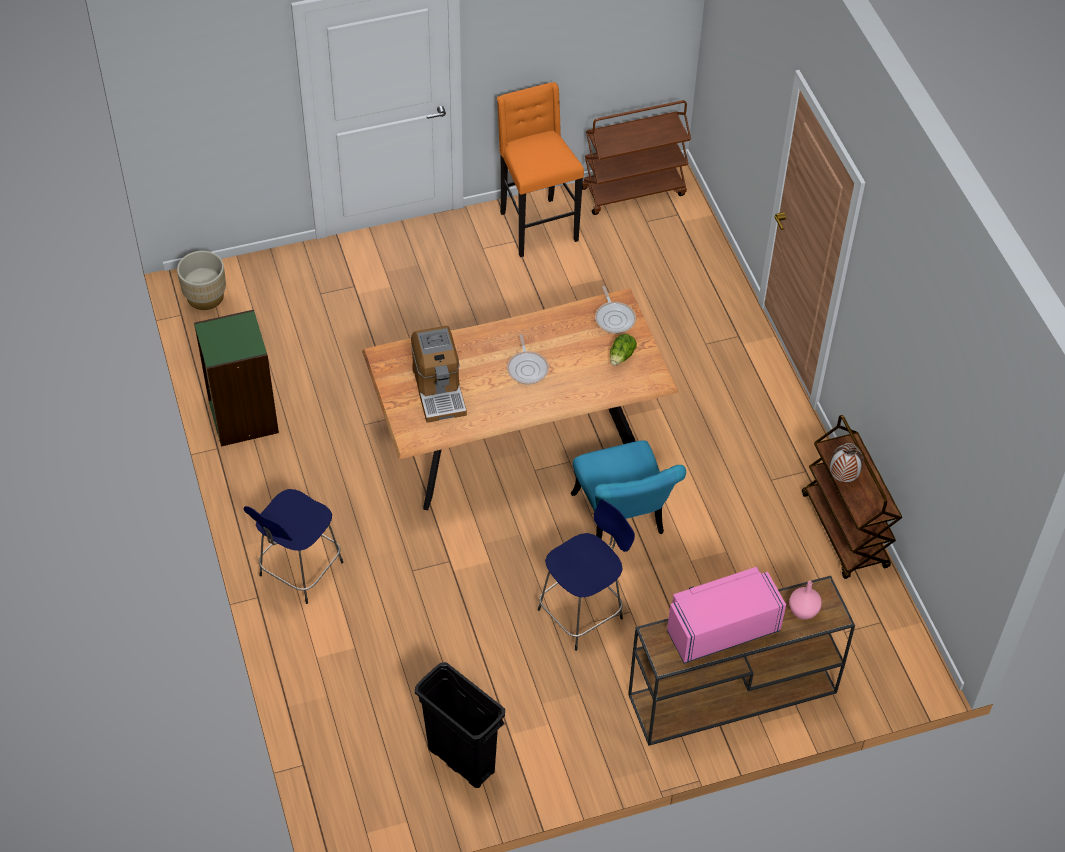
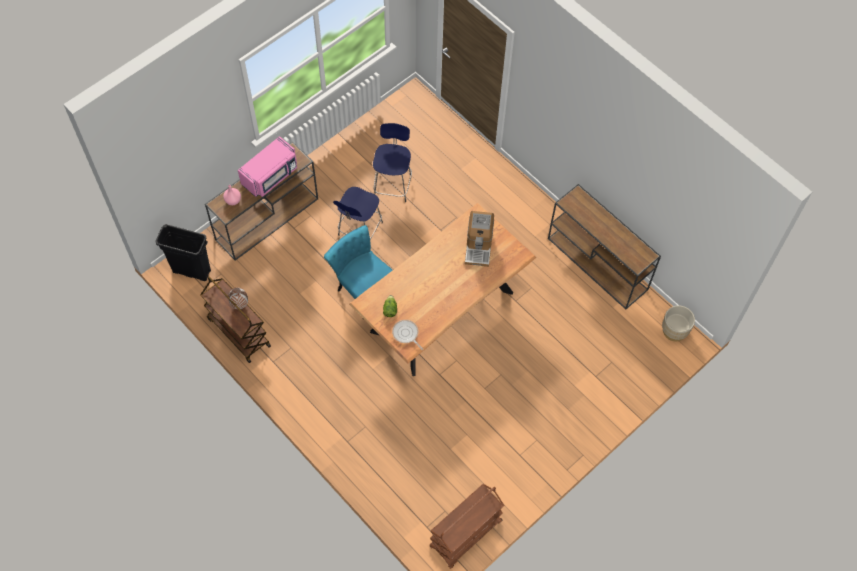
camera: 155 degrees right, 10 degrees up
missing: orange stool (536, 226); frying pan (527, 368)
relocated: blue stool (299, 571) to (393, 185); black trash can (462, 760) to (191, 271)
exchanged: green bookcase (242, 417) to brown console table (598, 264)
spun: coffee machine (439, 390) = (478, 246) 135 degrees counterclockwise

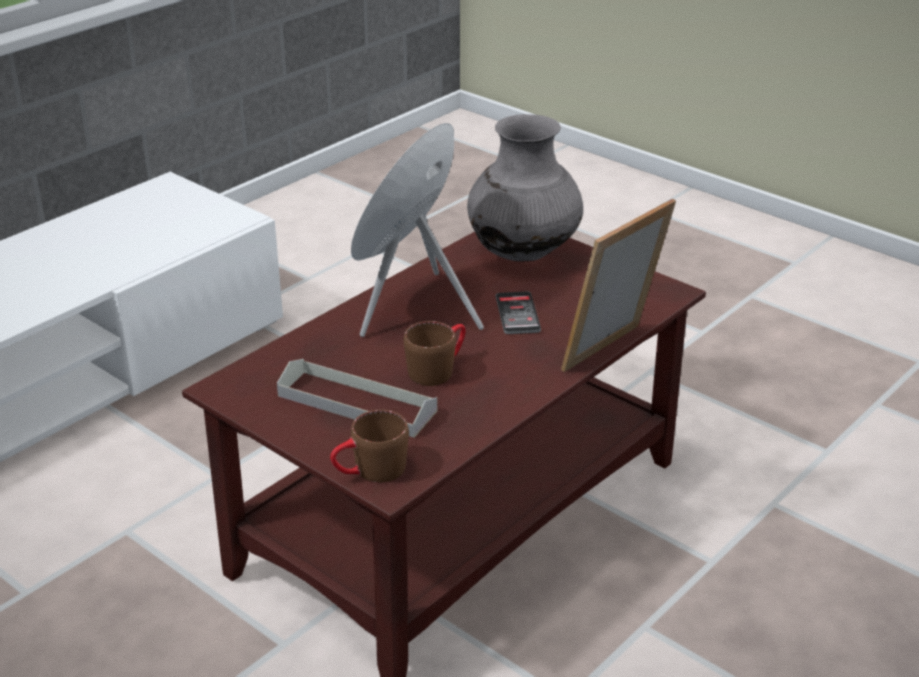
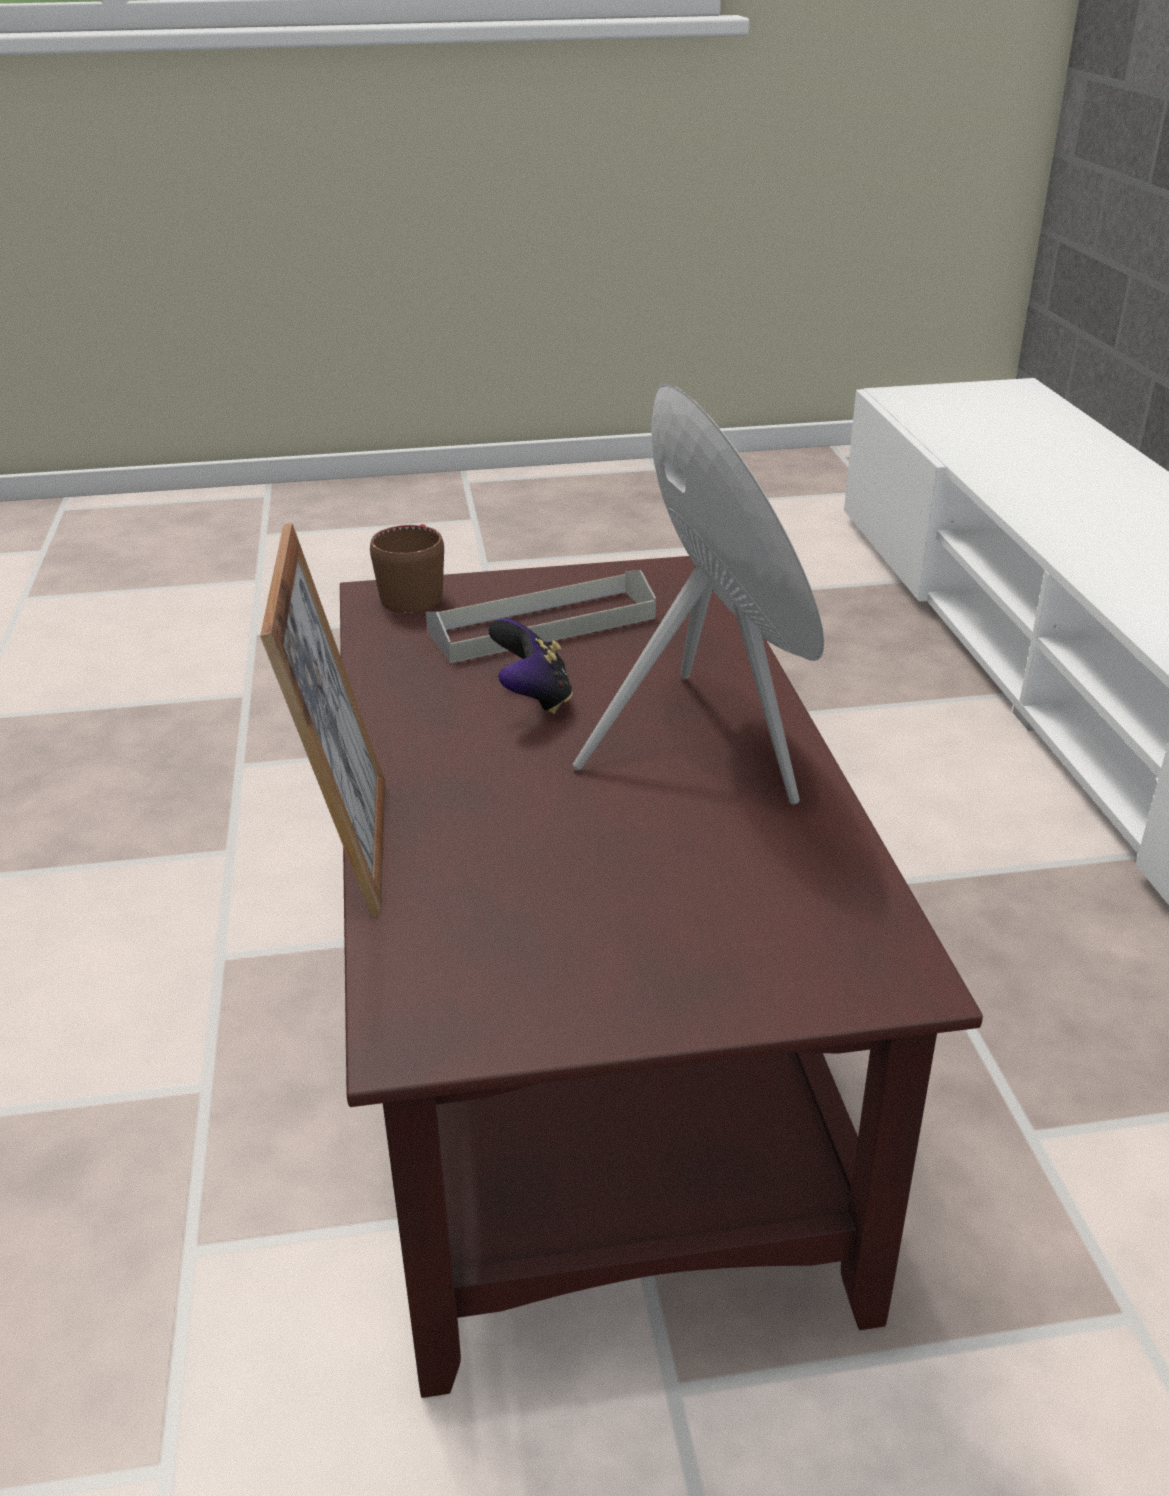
camera: 130 degrees right, 0 degrees up
missing: grey vase (523, 253); phone (517, 314)
exchanged: brown mug (438, 369) to game controller (532, 698)

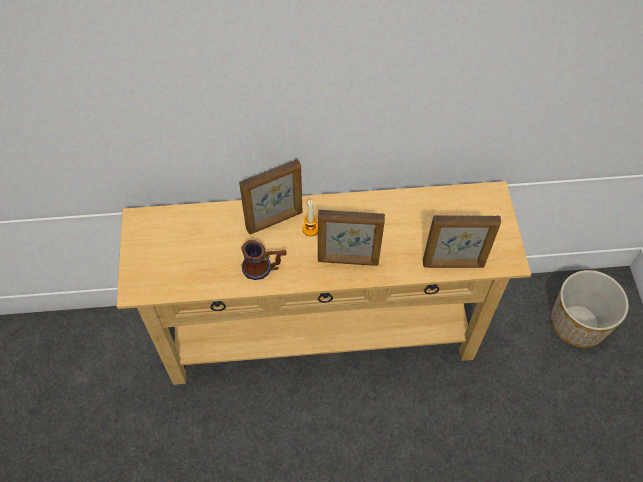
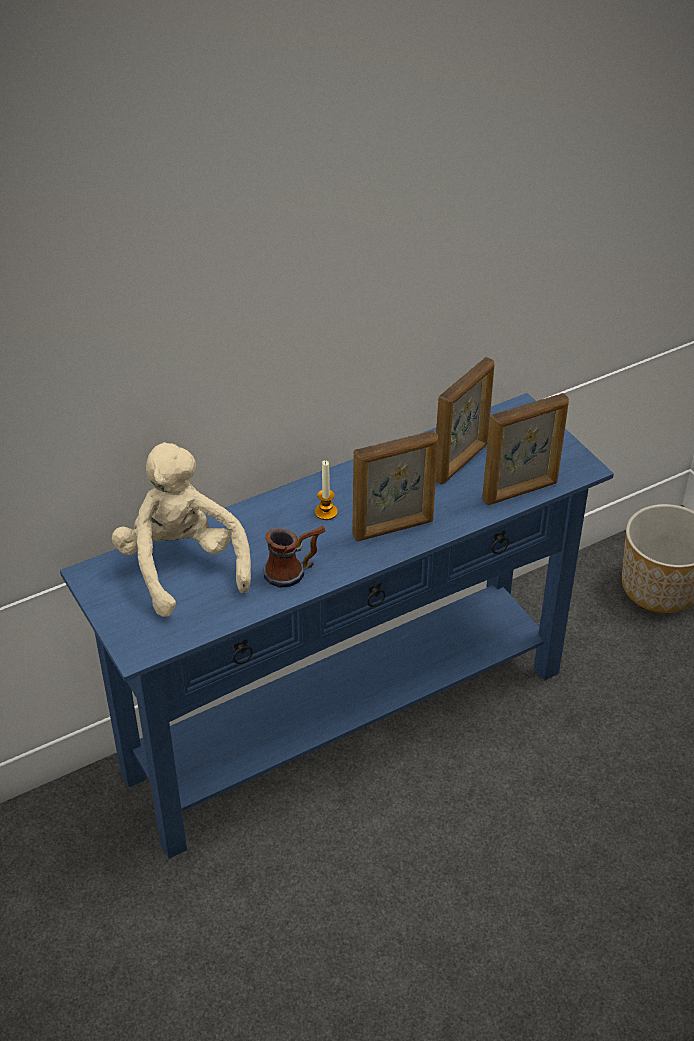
camera: 25 degrees left, 15 degrees down
appeared: beige plush toy (182, 566)
relocated: picture frame (275, 221) to (461, 462)
colour: beige console table (321, 336) to blue console table (346, 720)

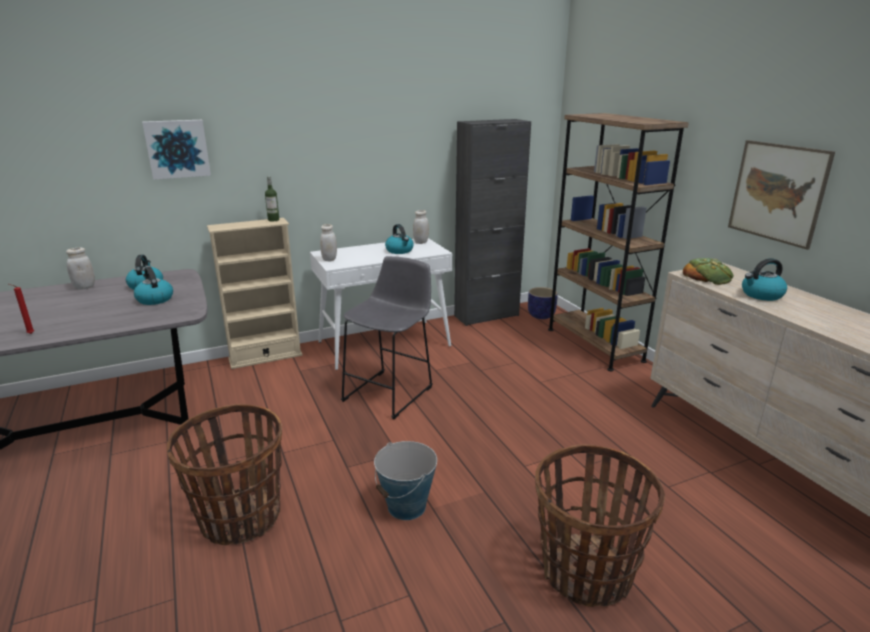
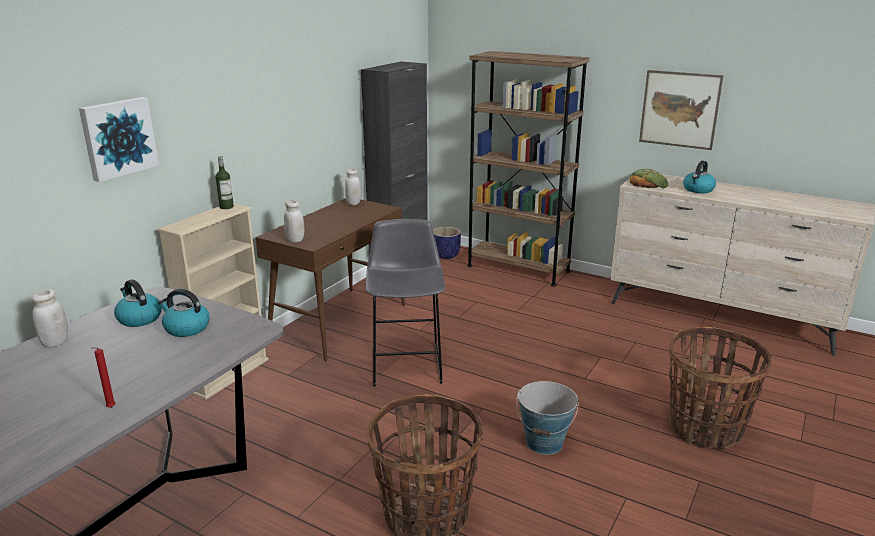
camera: 35 degrees left, 0 degrees up
missing: kettle (400, 251)
colour: white console table (385, 344) to brown console table (339, 322)

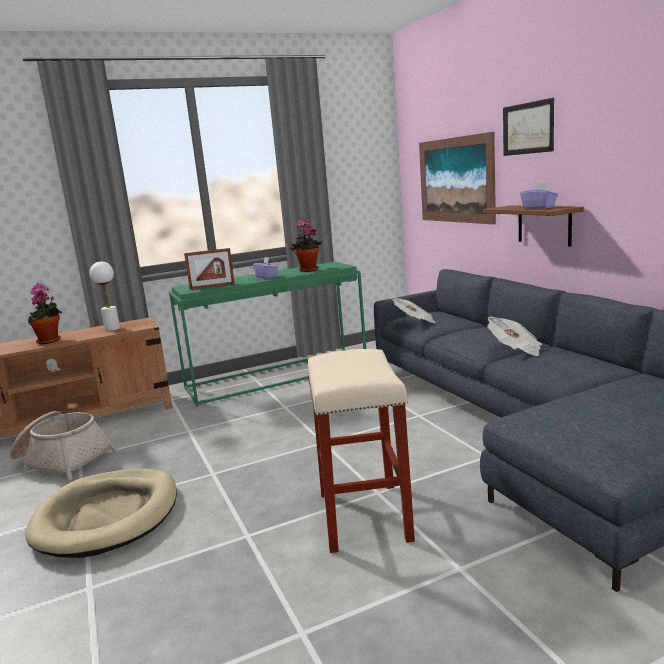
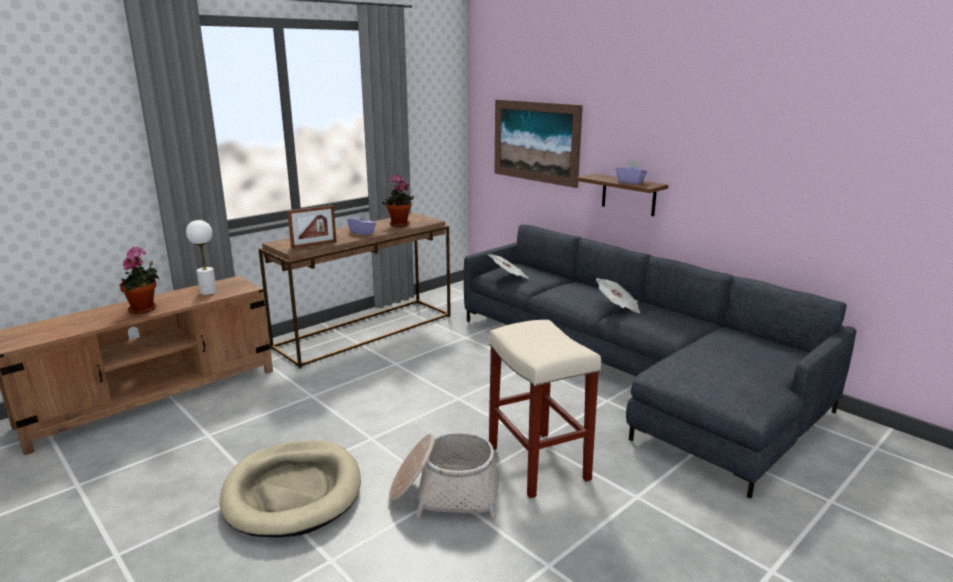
camera: 20 degrees left, 5 degrees up
missing: picture (528, 128)
relocated: basket (62, 460) to (445, 493)
colour: green console table (278, 376) to brown console table (366, 331)

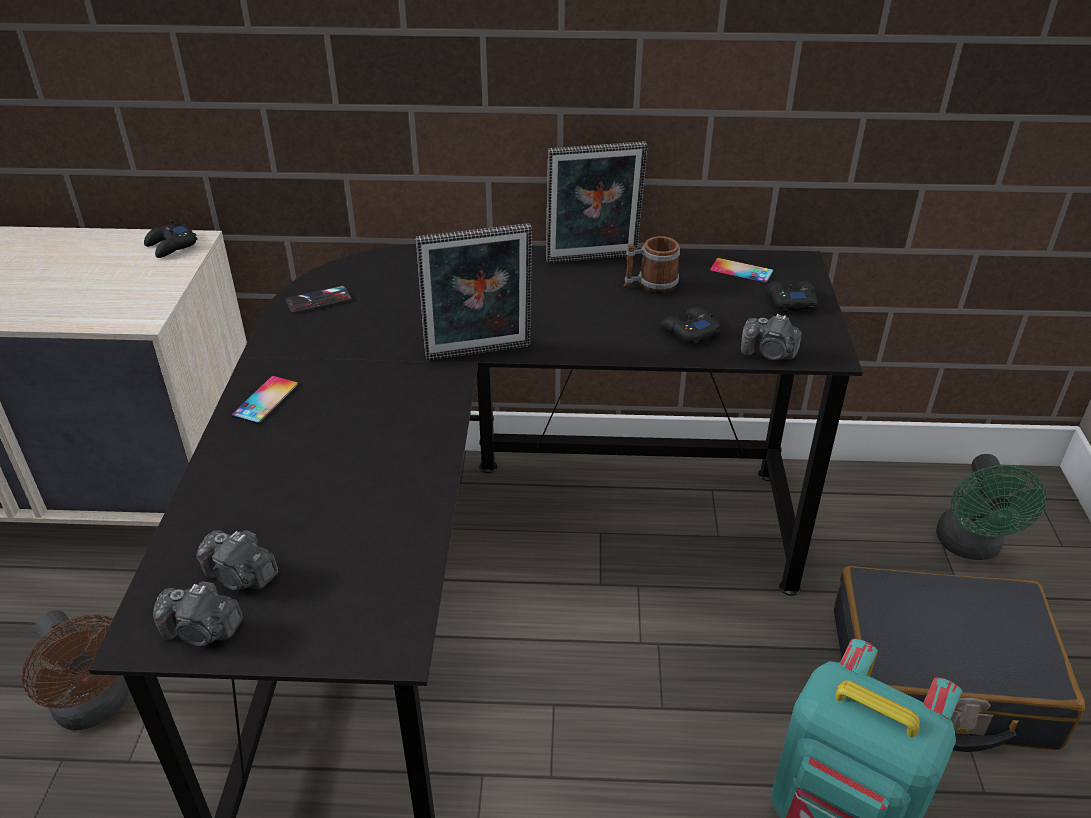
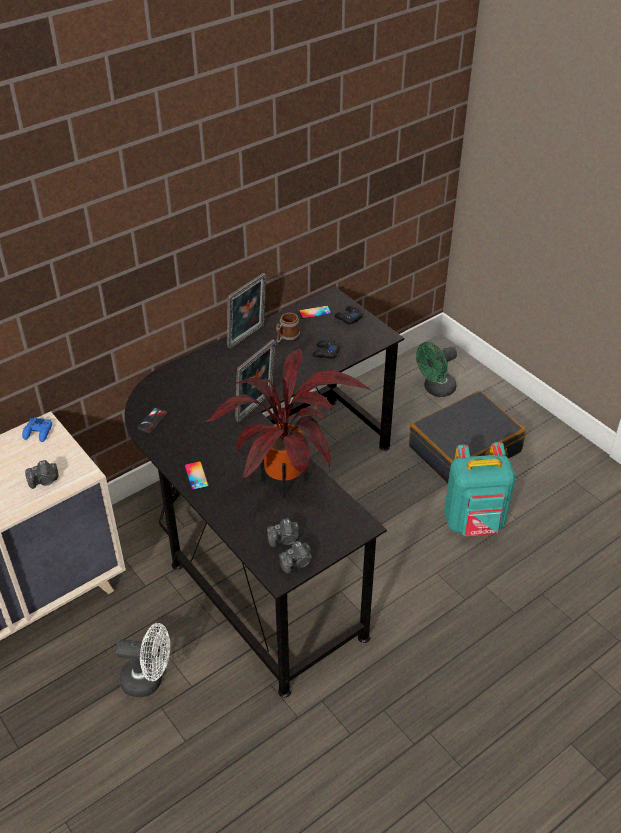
camera: 40 degrees left, 5 degrees up
appeared: potted plant (286, 483)
relocated: photo camera (769, 353) to (44, 481)
colour: brown fan (97, 707) to white fan (149, 680); black game controller (171, 246) to blue game controller (38, 432)
spun: green fan (971, 547) = (435, 389) 90 degrees clockwise

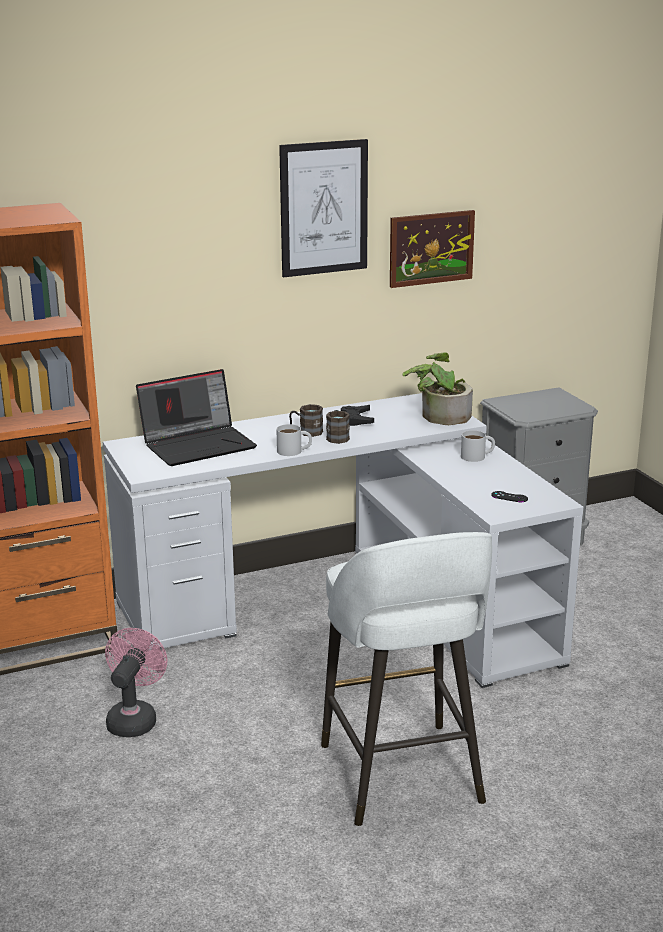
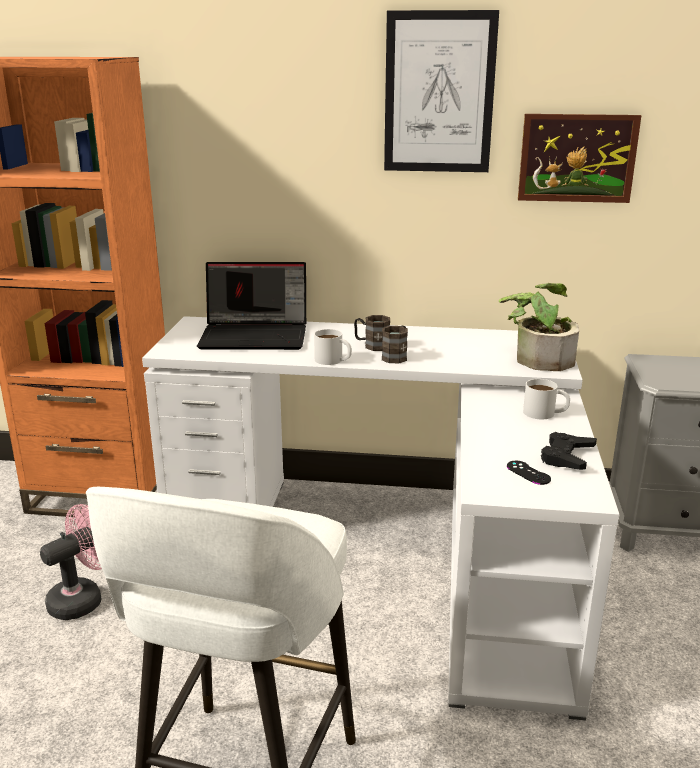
camera: 30 degrees right, 0 degrees up
relocated: black game controller (356, 419) to (567, 456)

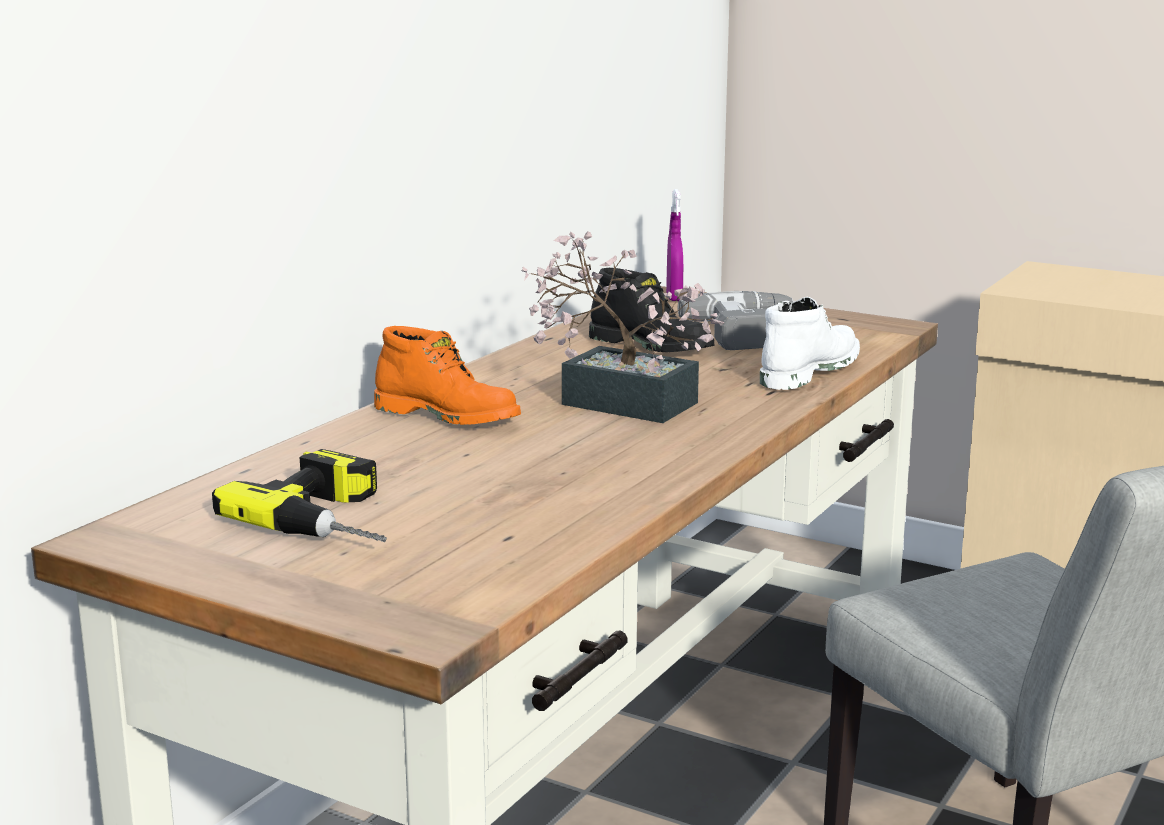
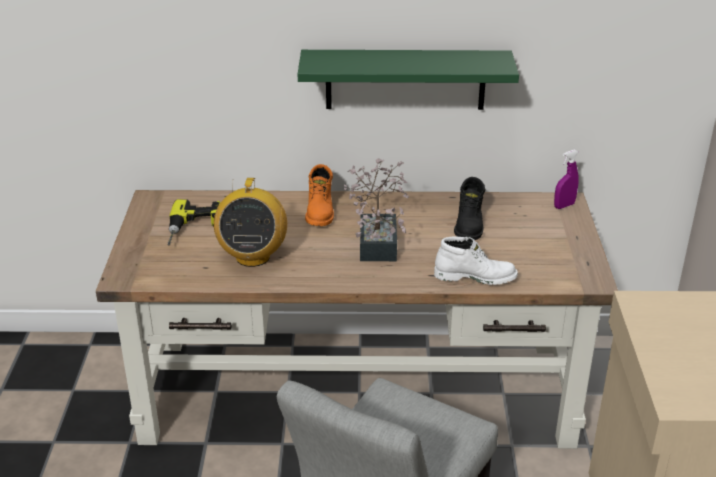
camera: 60 degrees right, 15 degrees up
missing: power drill (752, 332)
appeared: radio (252, 256); green shelf (405, 79)

